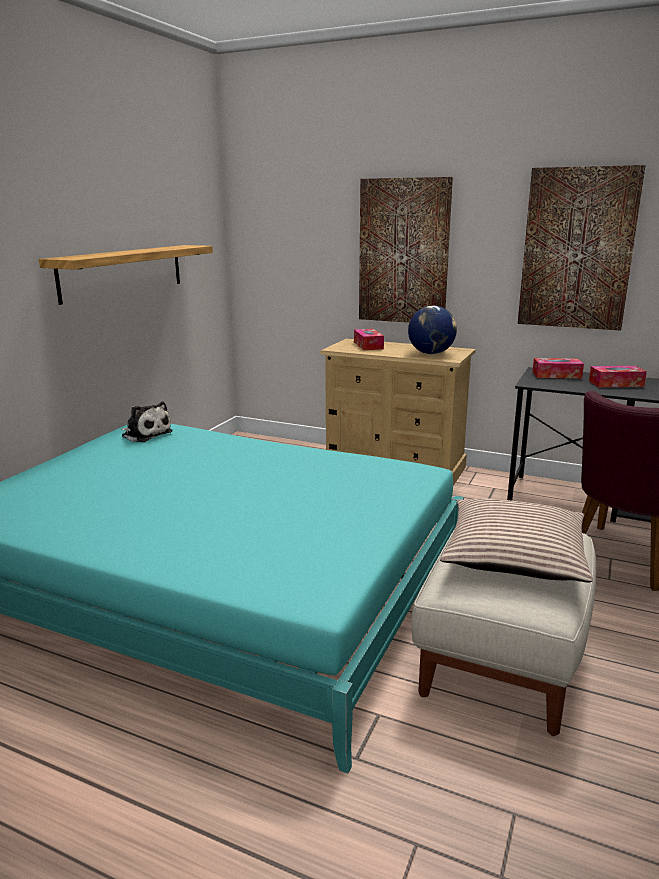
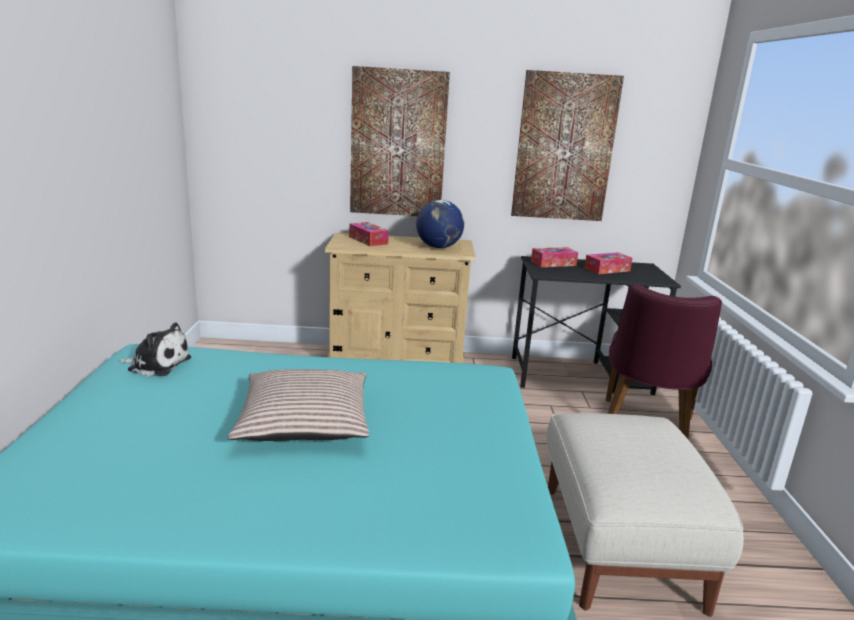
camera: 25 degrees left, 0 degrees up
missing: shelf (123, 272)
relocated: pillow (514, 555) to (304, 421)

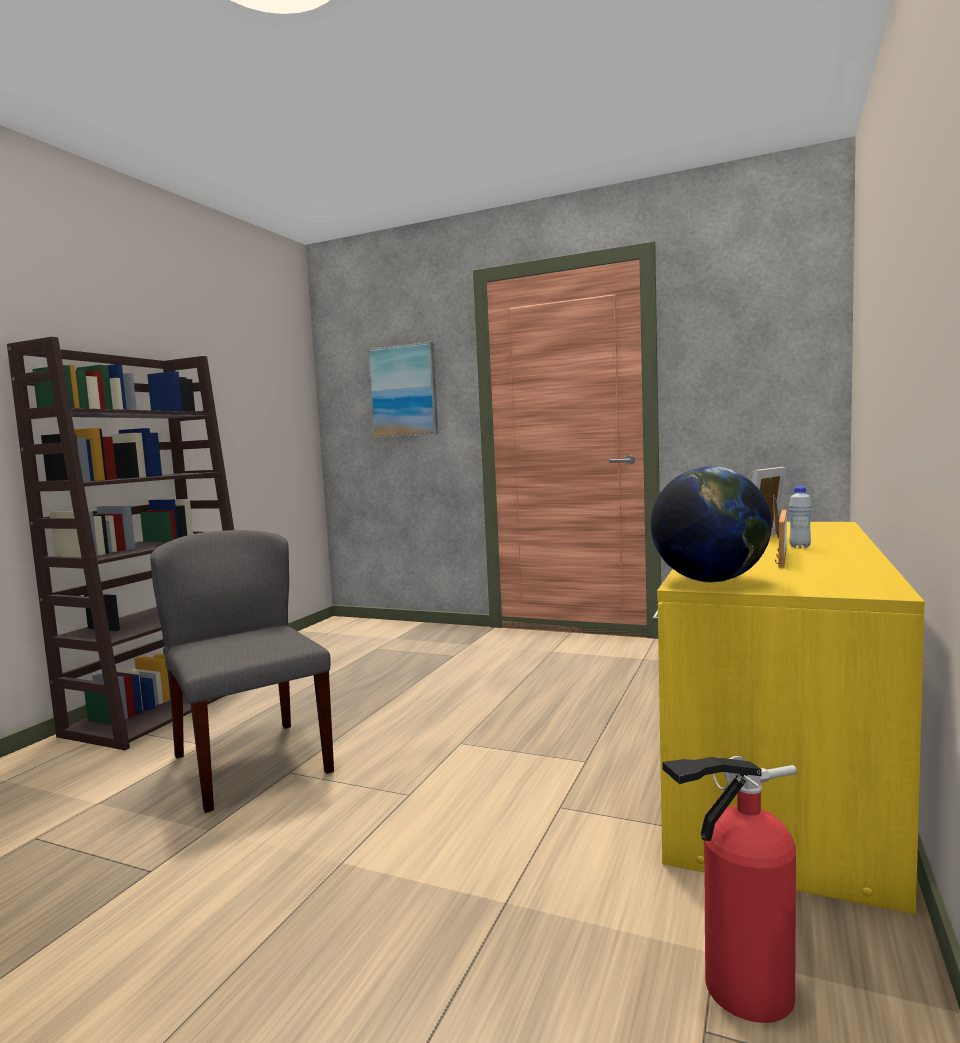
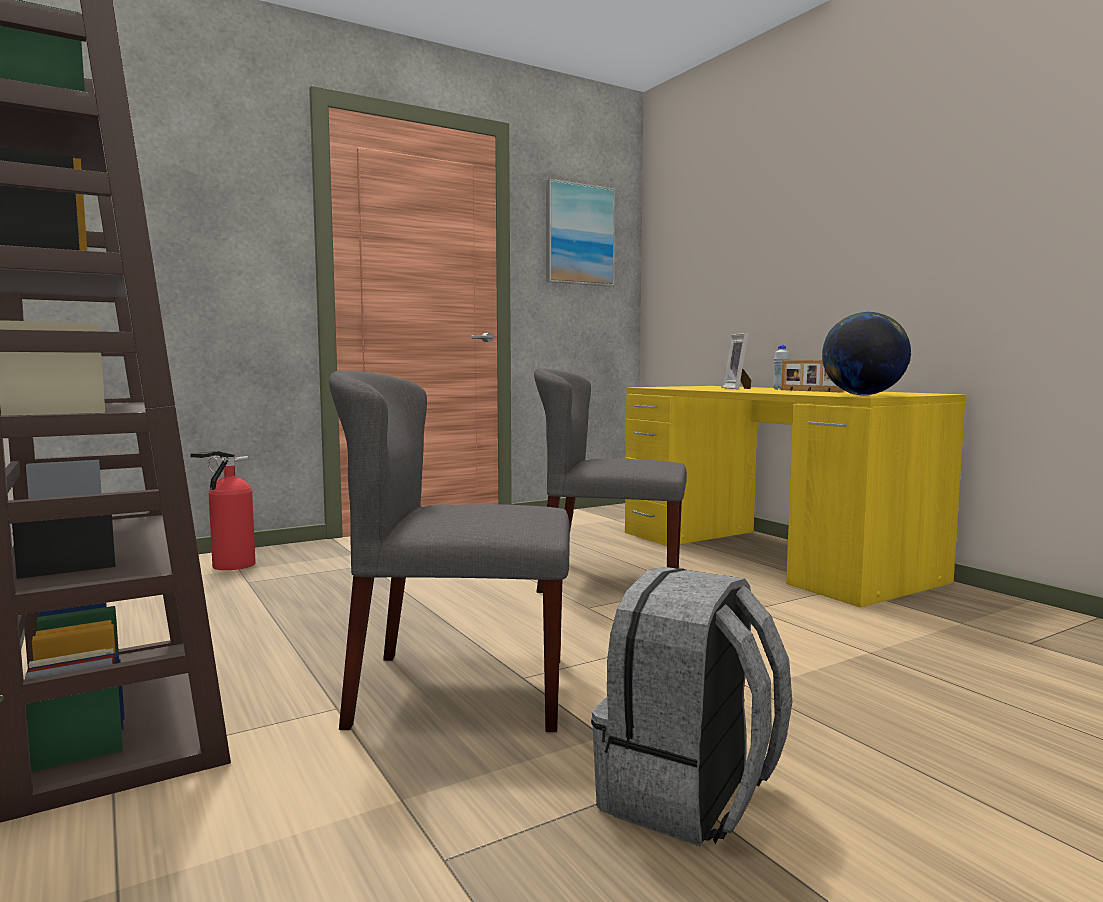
camera: 55 degrees left, 0 degrees up
appeared: grey chair (609, 580); grey backpack (689, 797)
relocated: picture (404, 391) to (579, 235); fire extinguisher (740, 990) to (230, 566)

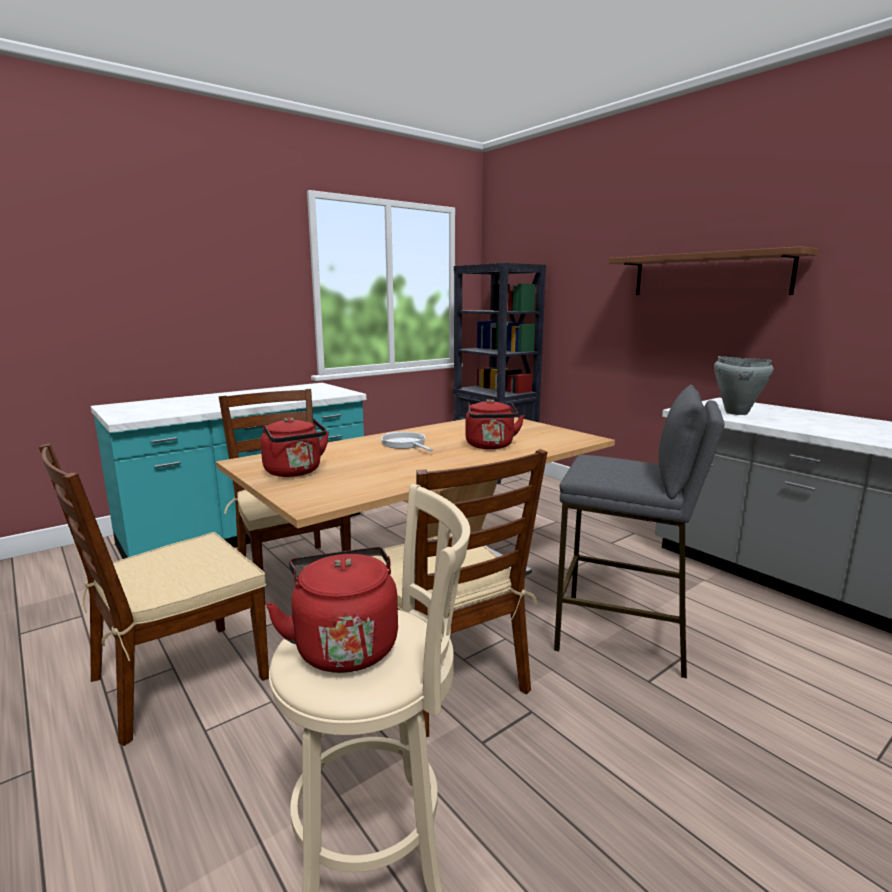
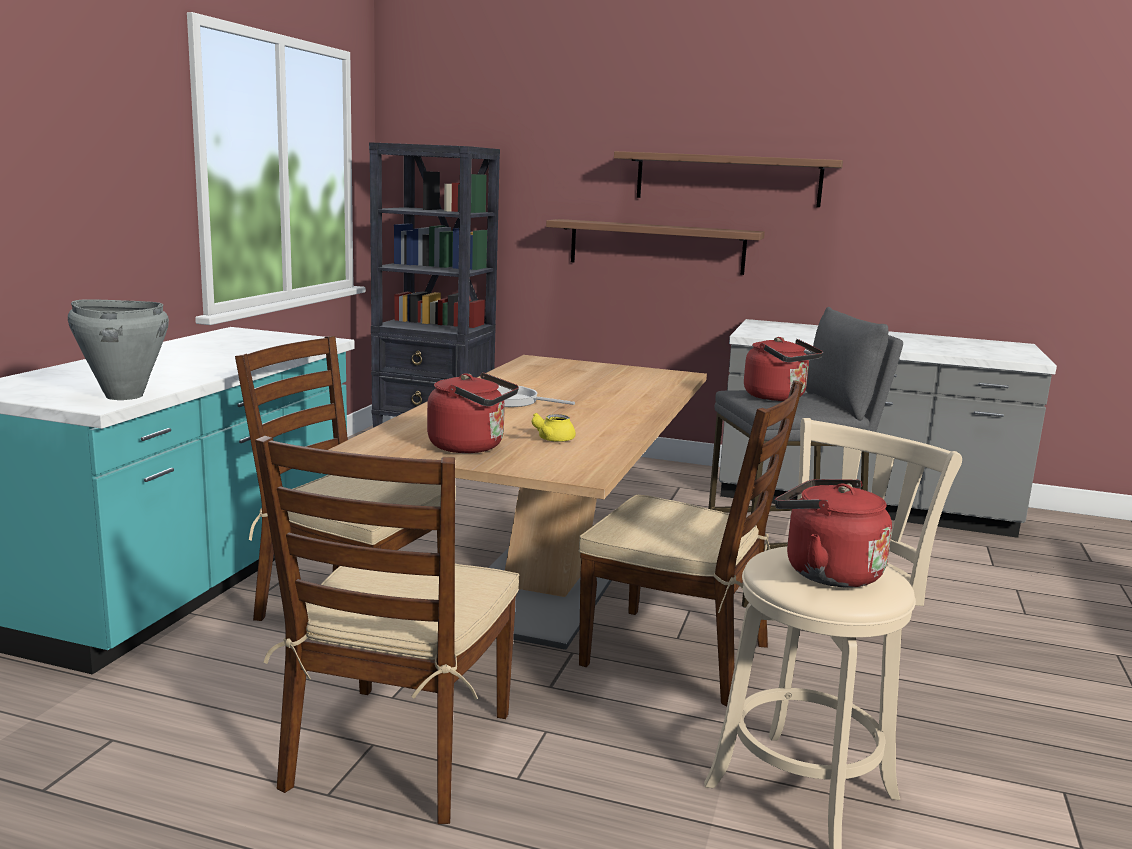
camera: 35 degrees left, 0 degrees up
appeared: yellow teapot (551, 439); shelf (656, 246)
relocated: red kettle (490, 446) to (778, 397); grey cooking pot (736, 413) to (124, 396)

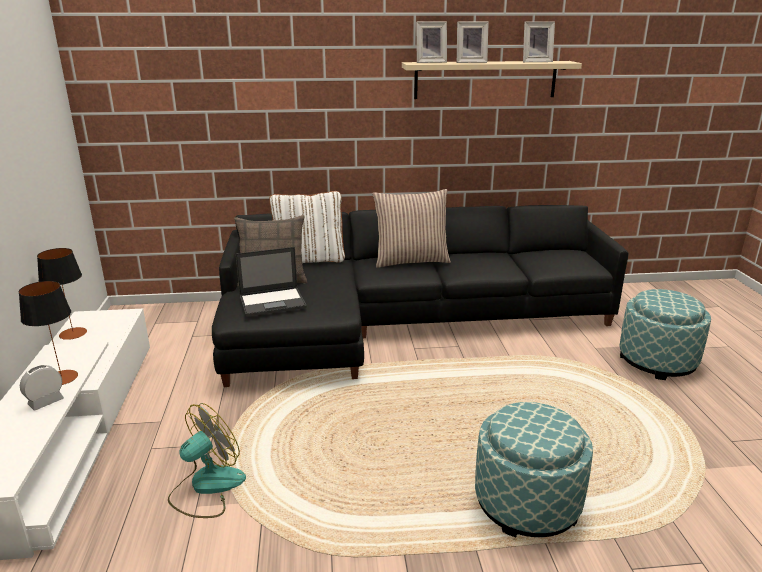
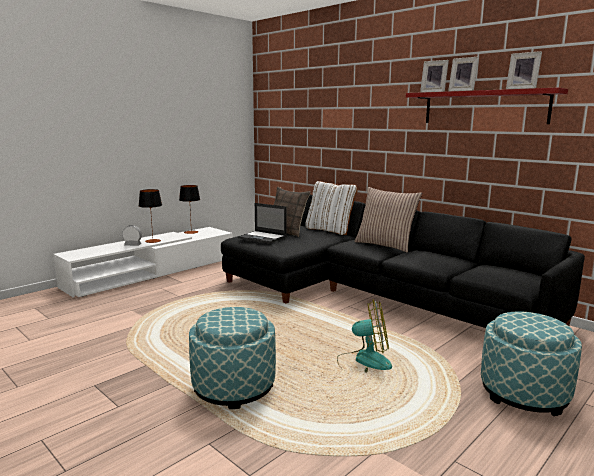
camera: 50 degrees right, 10 degrees down
relocated: fan (207, 487) to (364, 362)
colour: beige shelf (485, 79) to red shelf (484, 107)

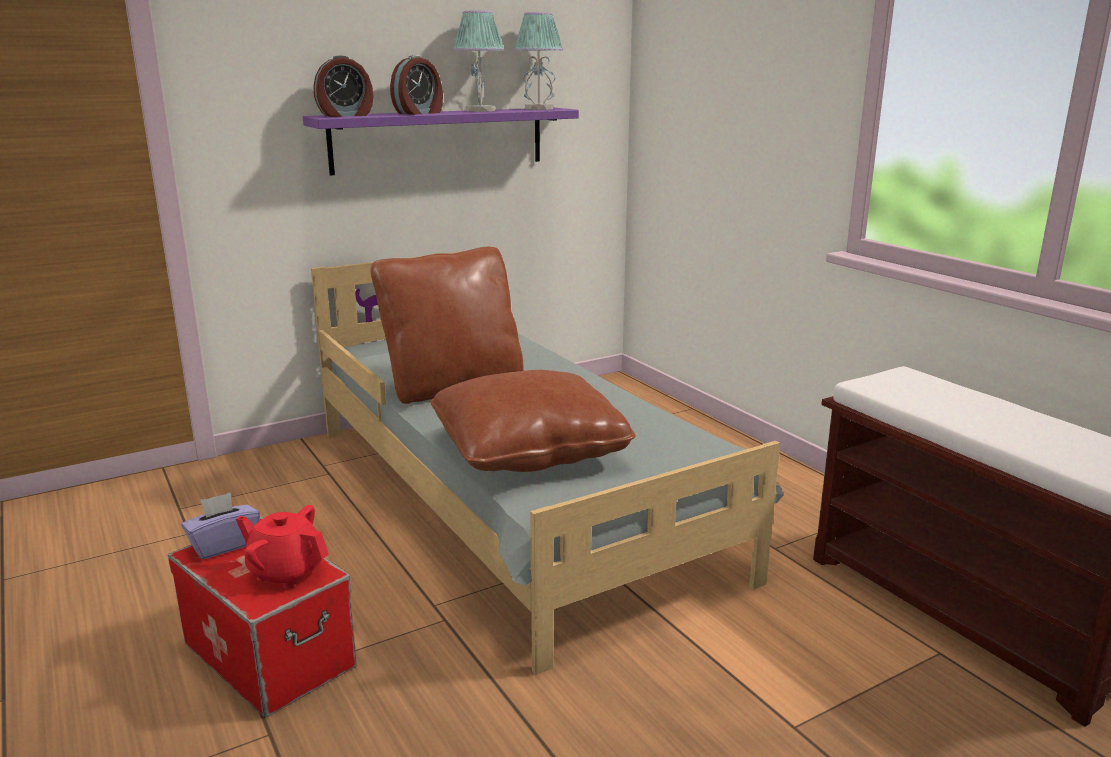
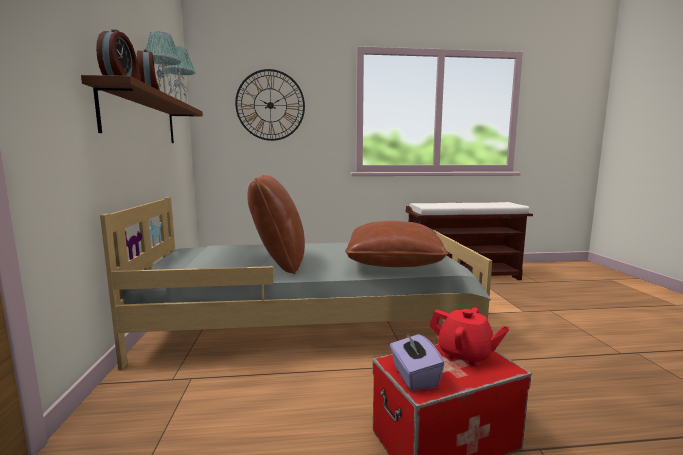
camera: 65 degrees left, 10 degrees down
appeared: wall clock (270, 105)
colour: purple shelf (439, 139) to brown shelf (141, 118)
spun: red teapot (286, 572) = (465, 355) 105 degrees counterclockwise

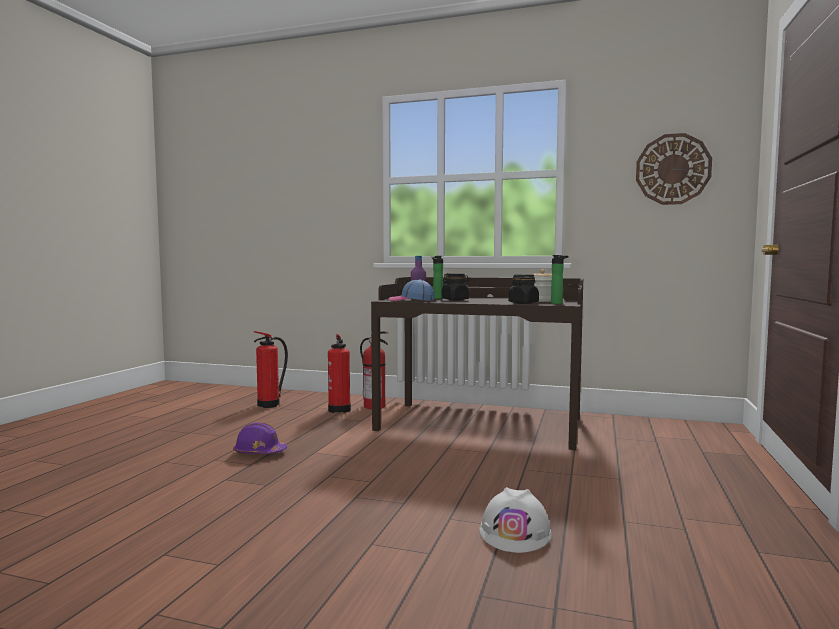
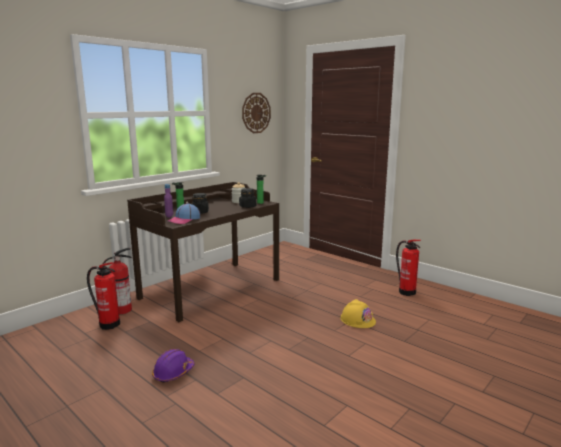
camera: 65 degrees left, 10 degrees up
relocated: fire extinguisher (270, 404) to (406, 291)
colour: white hard hat (515, 533) to yellow hard hat (357, 320)

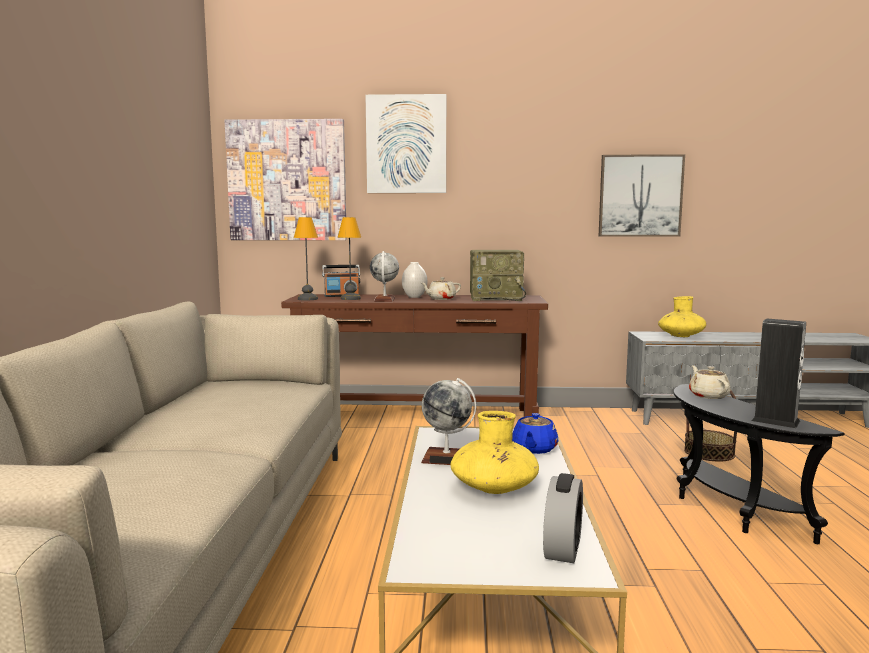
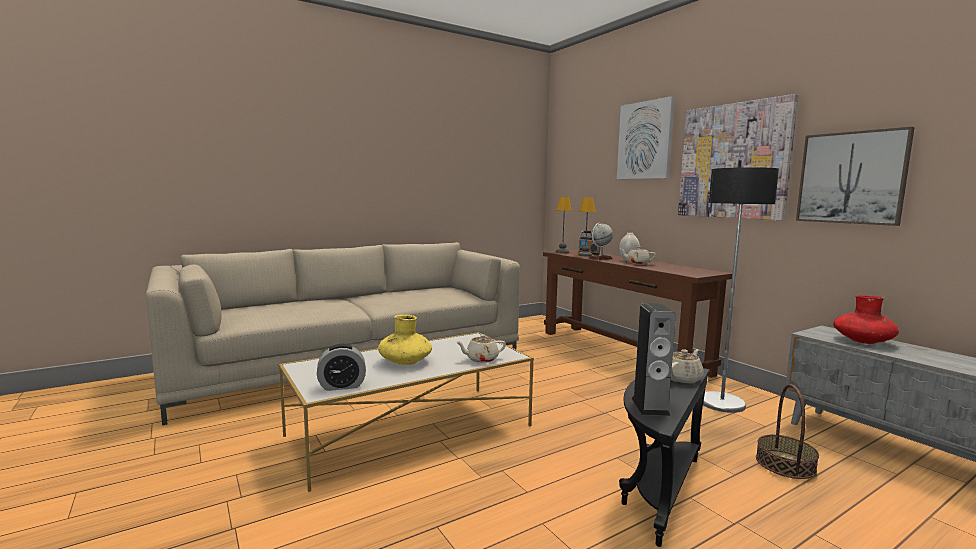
camera: 55 degrees right, 0 degrees up
missing: globe (446, 458); radio (496, 298)
appeared: floor lamp (722, 403)
relocated: picture (287, 181) to (733, 161)
colour: blue teapot (534, 449) to beige teapot (481, 359); yellow vase (681, 336) to red vase (863, 341)

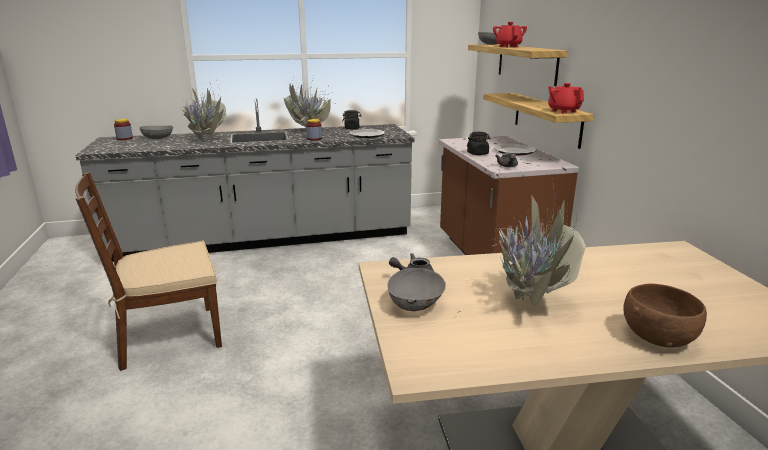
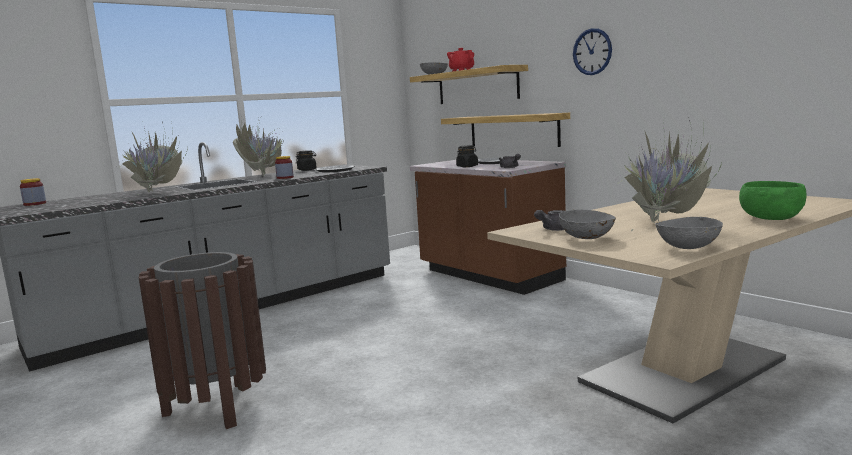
camera: 25 degrees left, 10 degrees down
missing: red teapot (563, 111)
appeared: wall clock (592, 52)
relocated: grey bowl (158, 138) to (688, 247)
exchanged: brown chair (168, 336) to brown trash can (216, 406)
colour: brown bowl (657, 337) to green bowl (770, 218)

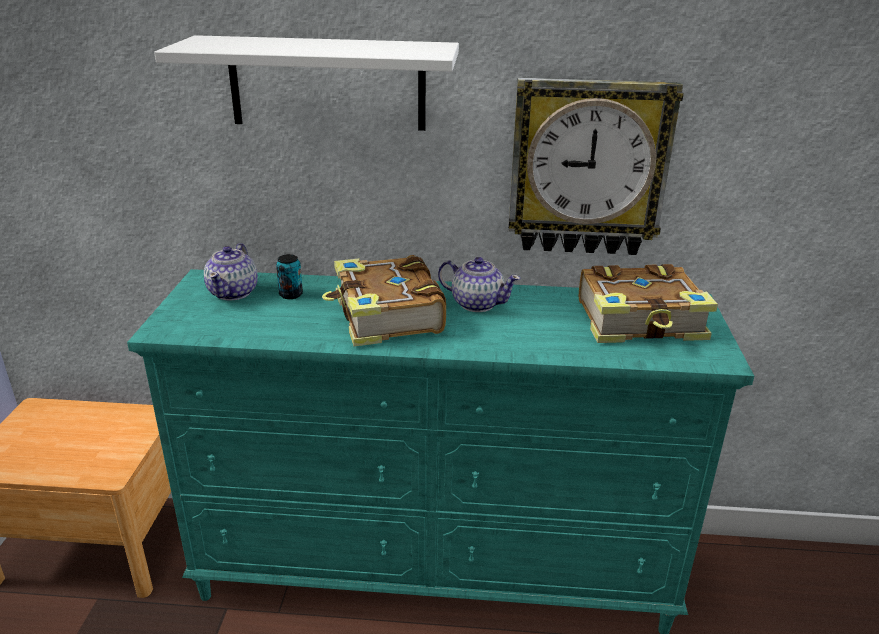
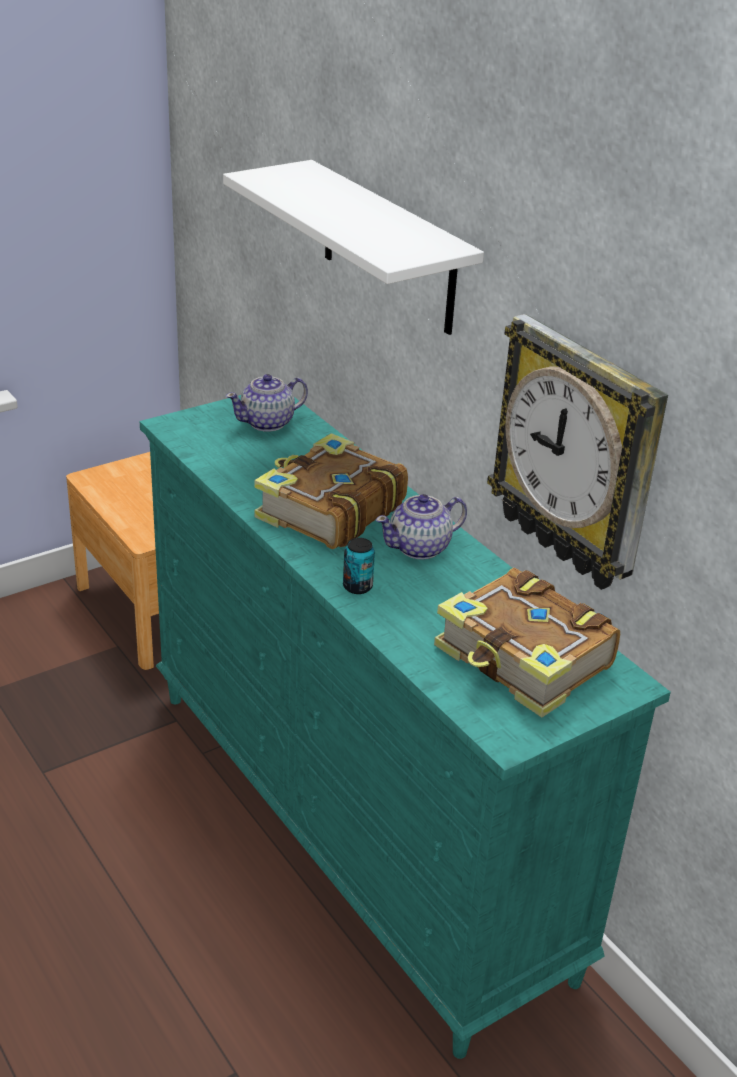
camera: 50 degrees right, 5 degrees up
relocated: can (291, 294) to (357, 587)
spun: teapot (476, 303) = (420, 548) 75 degrees clockwise

